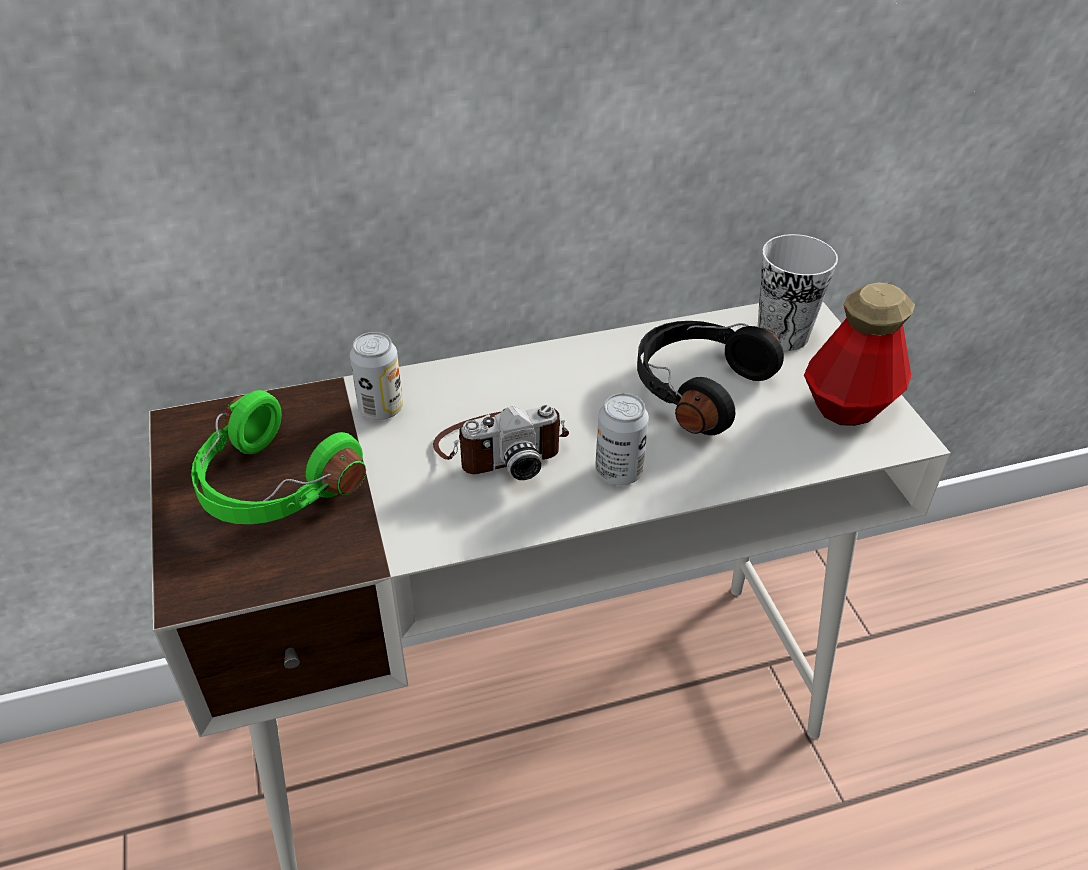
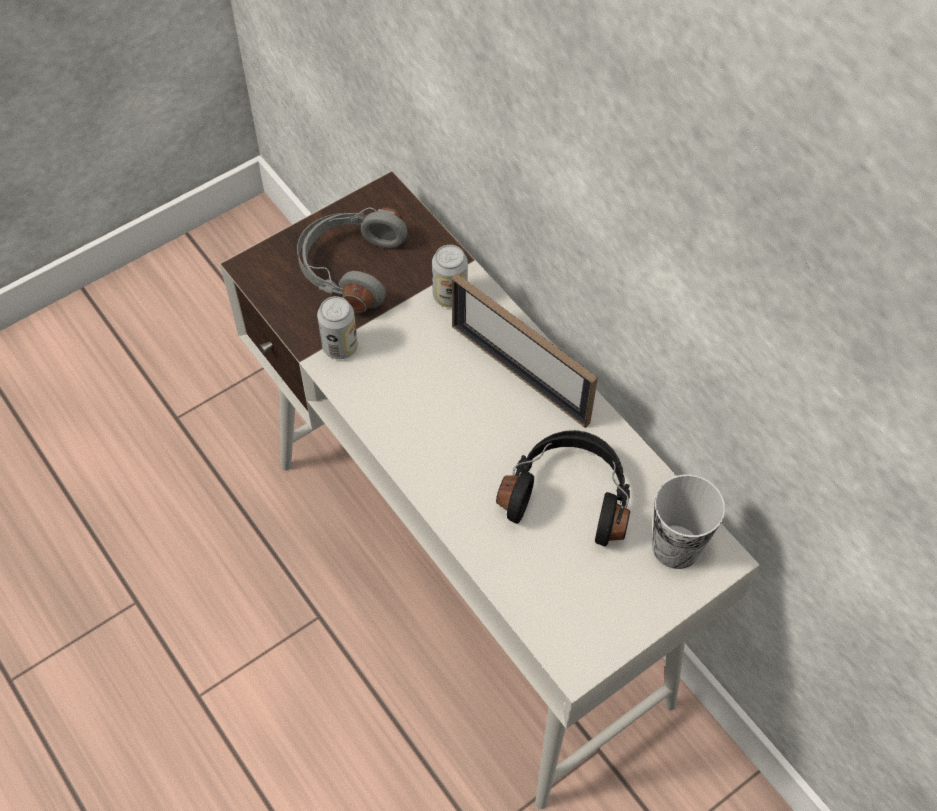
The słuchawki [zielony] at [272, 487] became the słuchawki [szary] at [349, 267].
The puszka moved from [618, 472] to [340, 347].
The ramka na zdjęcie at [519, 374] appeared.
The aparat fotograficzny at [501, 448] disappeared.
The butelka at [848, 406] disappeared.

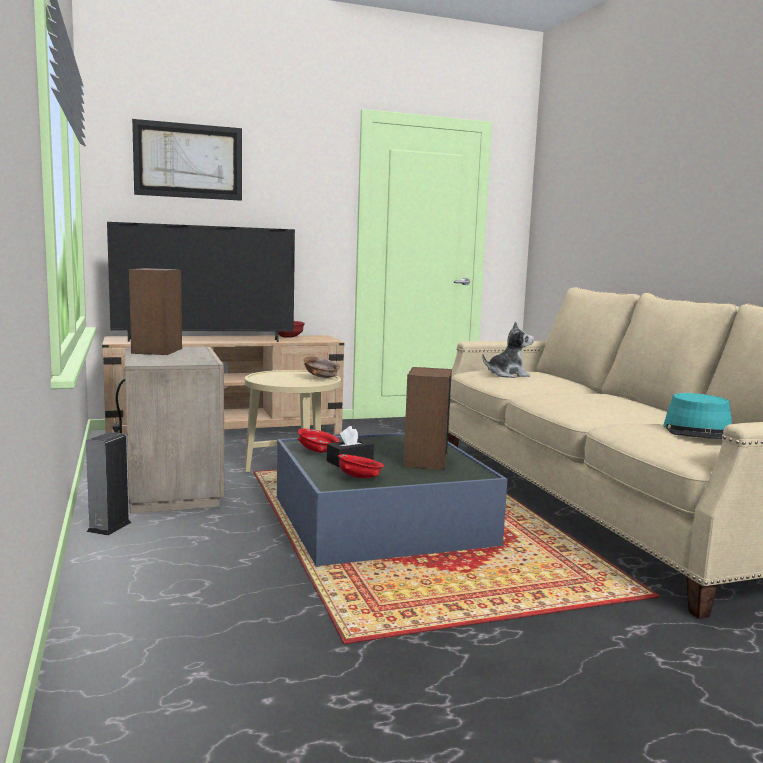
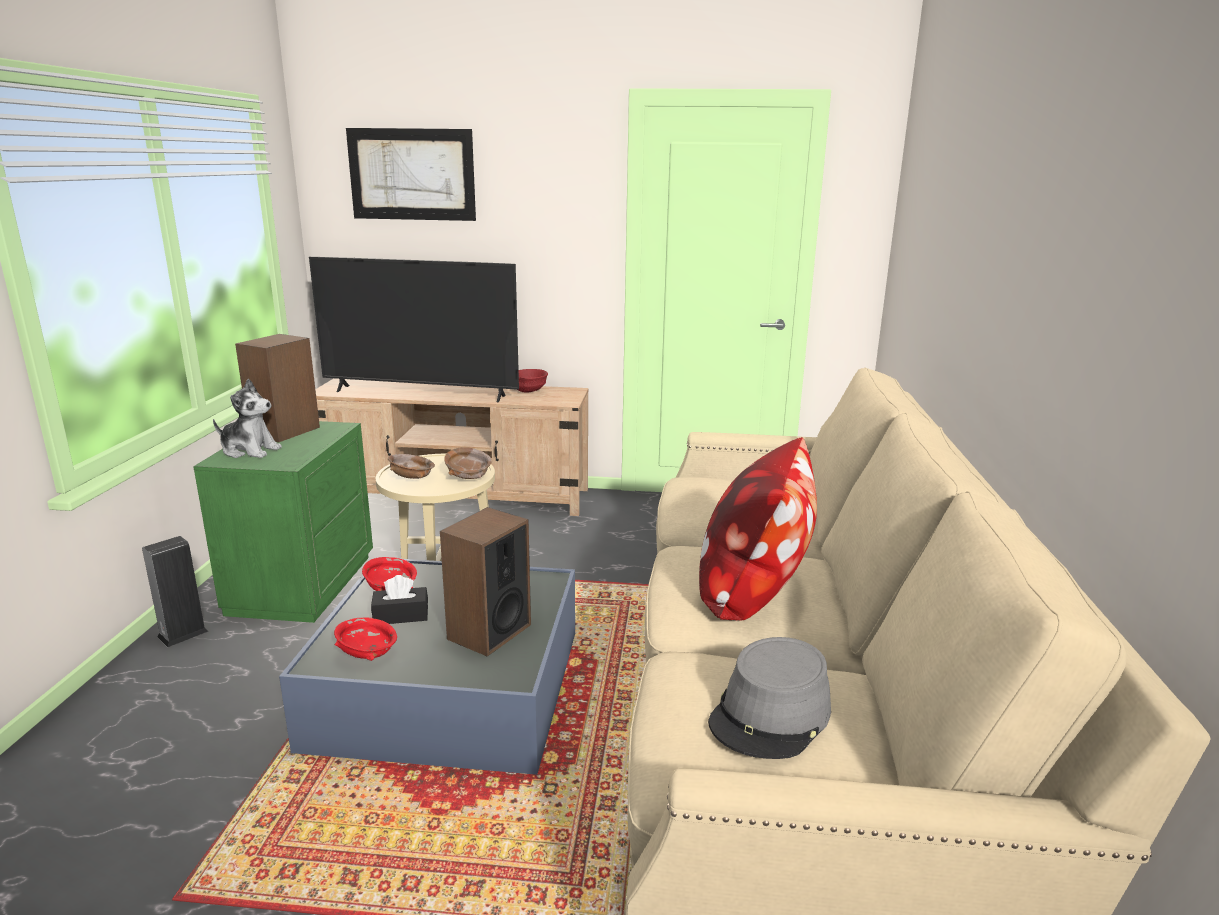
The szafka nocna [beżowy] at [171, 489] became the szafka nocna [zielony] at [300, 584].
The pluszak moved from [507, 375] to [250, 450].
The miska [brązowy] at [411, 478] appeared.
The poduszka at [754, 589] appeared.
The kapelusz [turkusowy] at [699, 432] became the kapelusz [szary] at [771, 715].

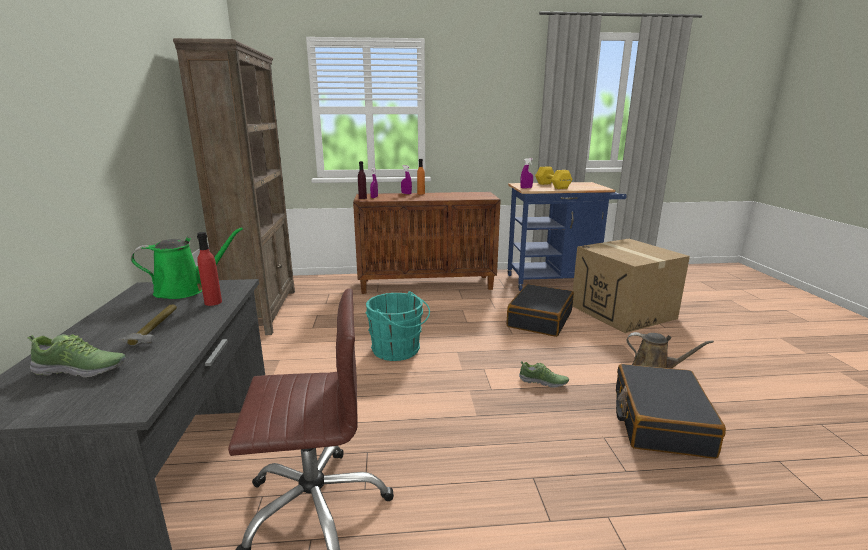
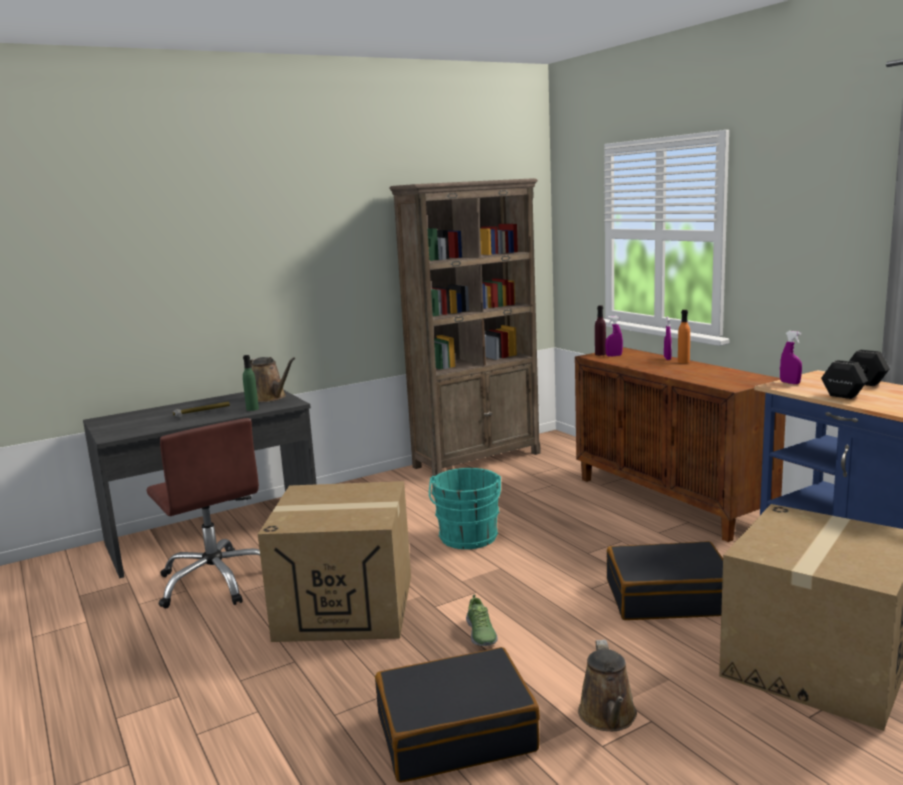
The butelka [czerwony] at [213, 302] became the butelka [zielony] at [252, 409].
The konewka [zielony] at [186, 290] became the konewka [brązowy] at [270, 398].
The karton at [346, 606] appeared.
The hantel [żółty] at [552, 186] became the hantel [czarny] at [853, 390].
The but at [82, 369] disappeared.

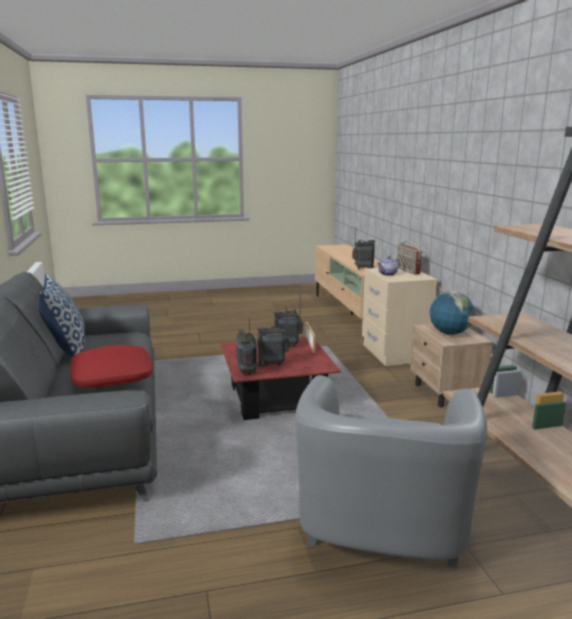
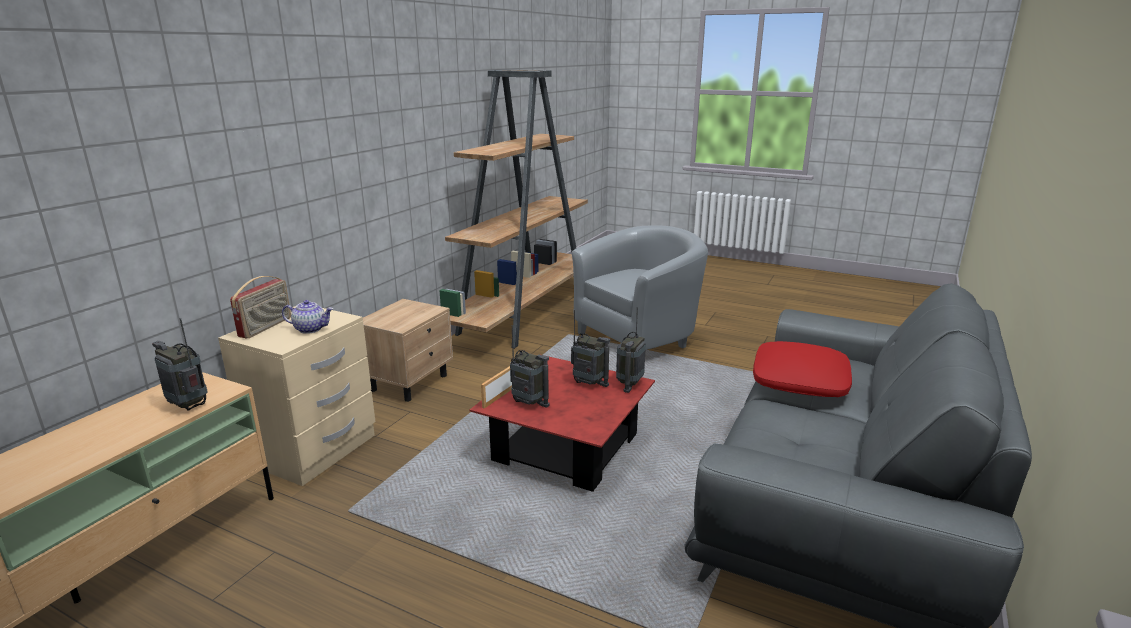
The poduszka at [66, 350] disappeared.
The globus at [449, 333] disappeared.

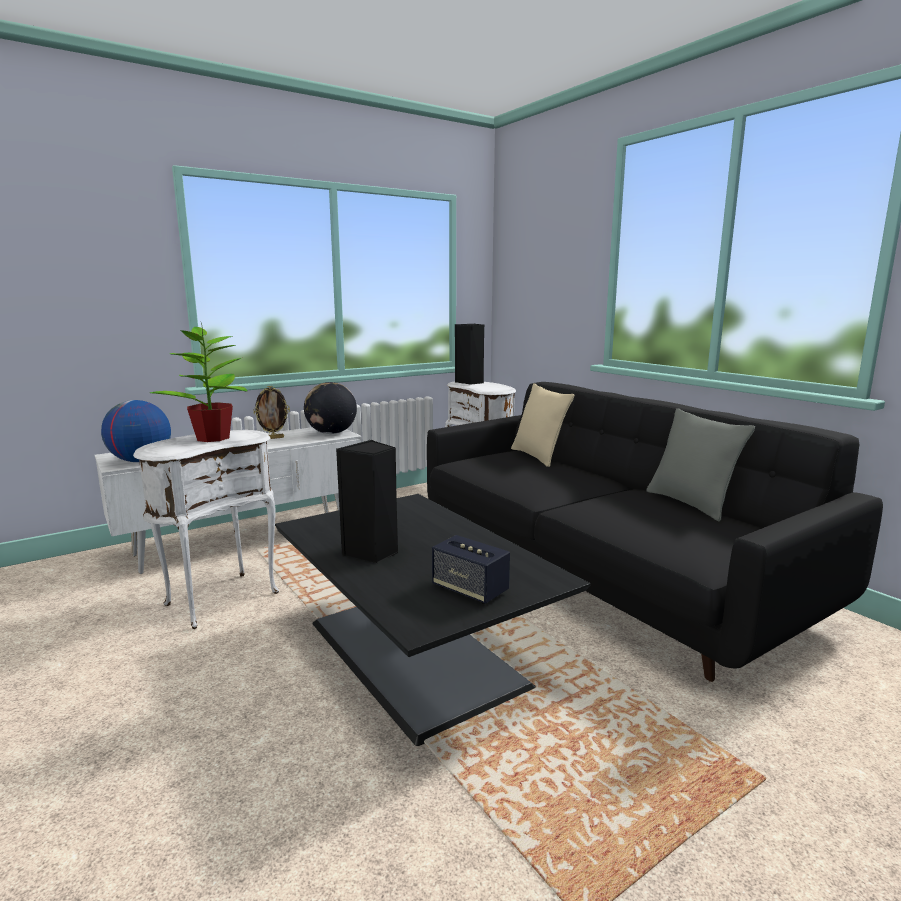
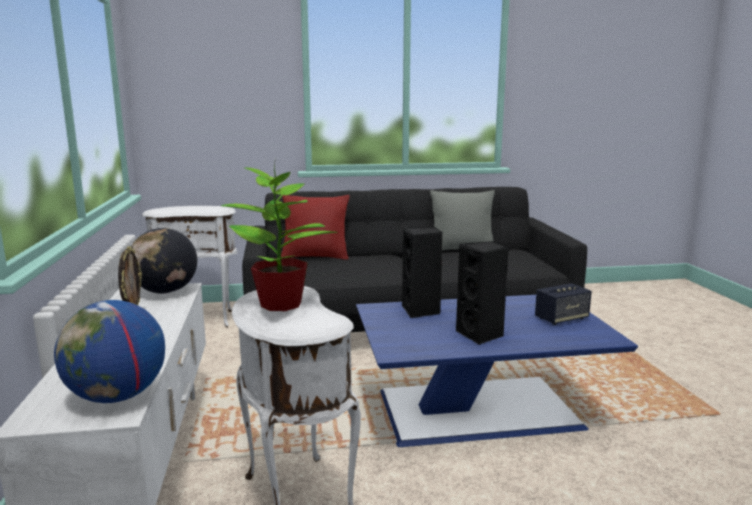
The poduszka [beżowy] at [538, 457] became the poduszka [czerwony] at [315, 257].
The ława [czarny] at [418, 655] became the ława [niebieski] at [481, 408].
The głośnik [czarny] moved from [470, 382] to [421, 311].

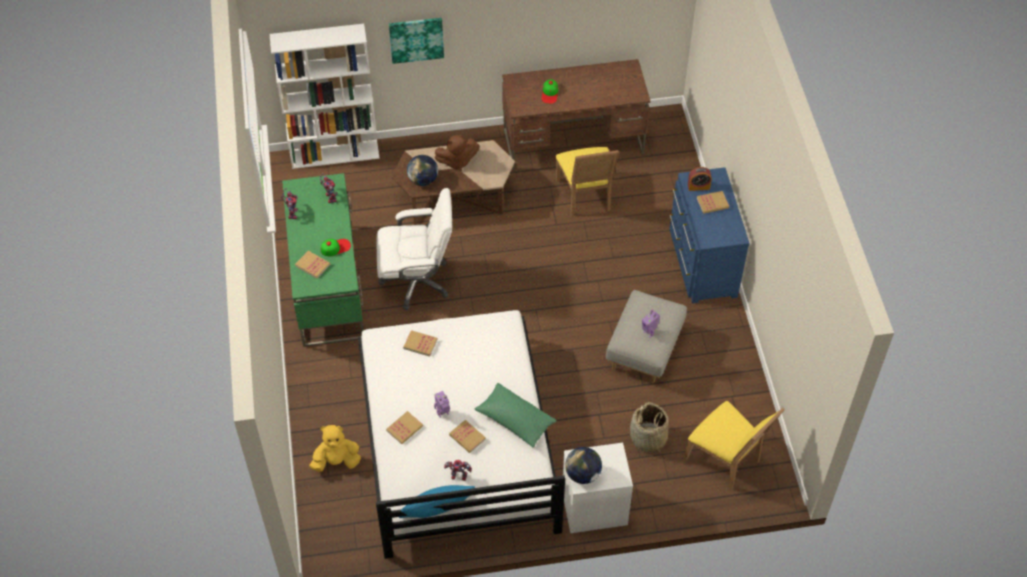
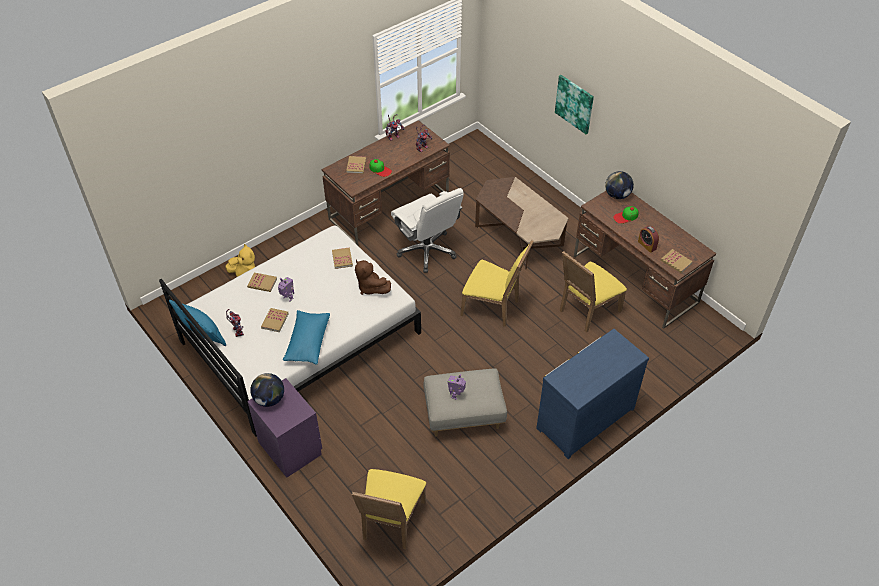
The szafka nocna [biały] at [594, 507] became the szafka nocna [fioletowy] at [291, 447].
The poduszka [zielony] at [515, 420] became the poduszka [niebieski] at [308, 342].
The biurko [zielony] at [328, 284] became the biurko [brązowy] at [389, 207].
The pluszak [brązowy] moved from [457, 161] to [370, 287].
The krzesło [żółty] at [493, 307] appeared.
The globus moved from [423, 180] to [617, 195].
The budzik moved from [698, 186] to [647, 245].
The książka moved from [712, 203] to [676, 262].
The regał [biały] at [335, 154] disappeared.
The koszyk at [648, 438] disappeared.

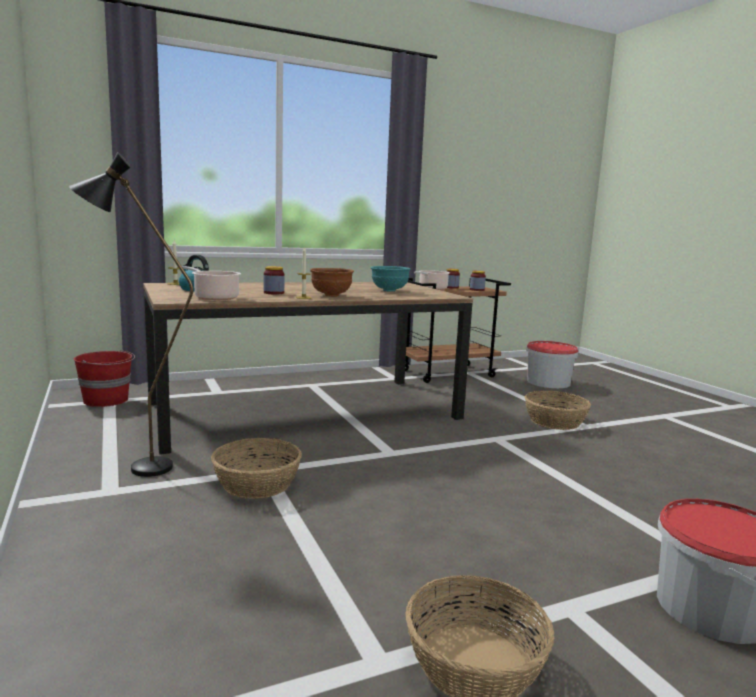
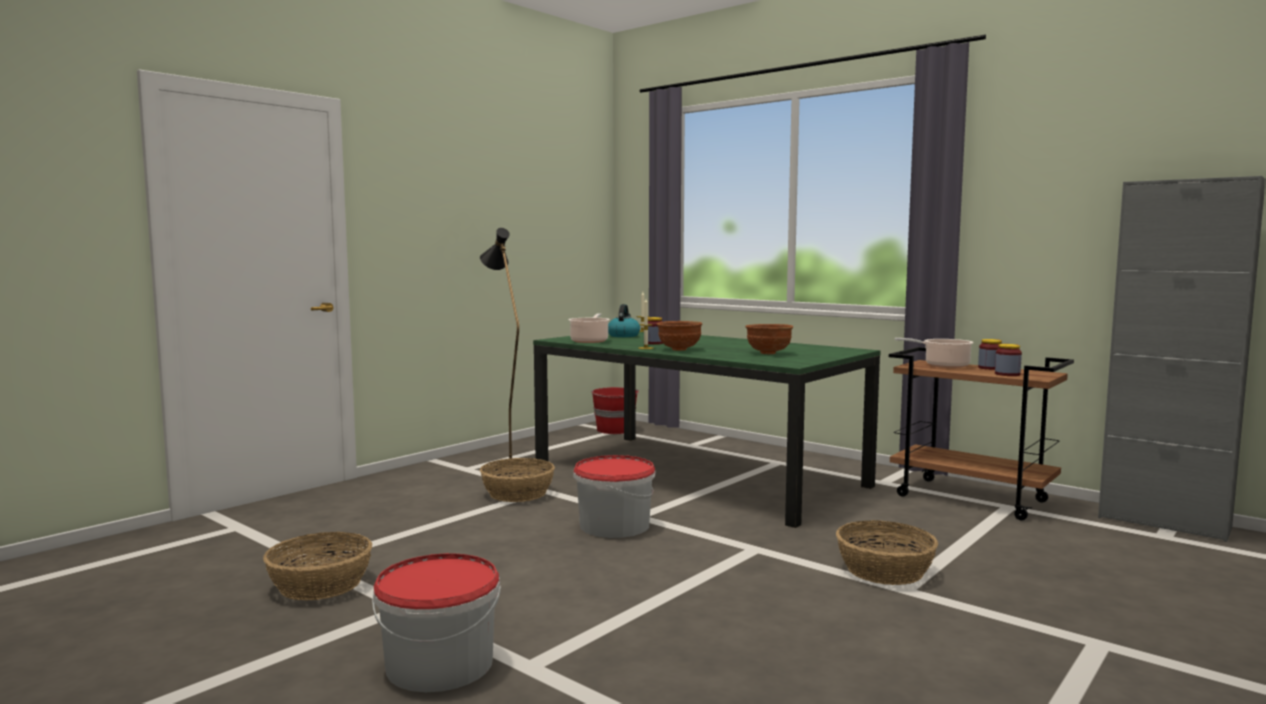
The stół jadalny [brązowy] at [304, 411] became the stół jadalny [zielony] at [695, 474].
The wiadro moved from [548, 382] to [614, 525].
The miska [turkusowy] at [389, 291] became the miska [brązowy] at [768, 353].
The szafka [szary] at [1163, 523] appeared.

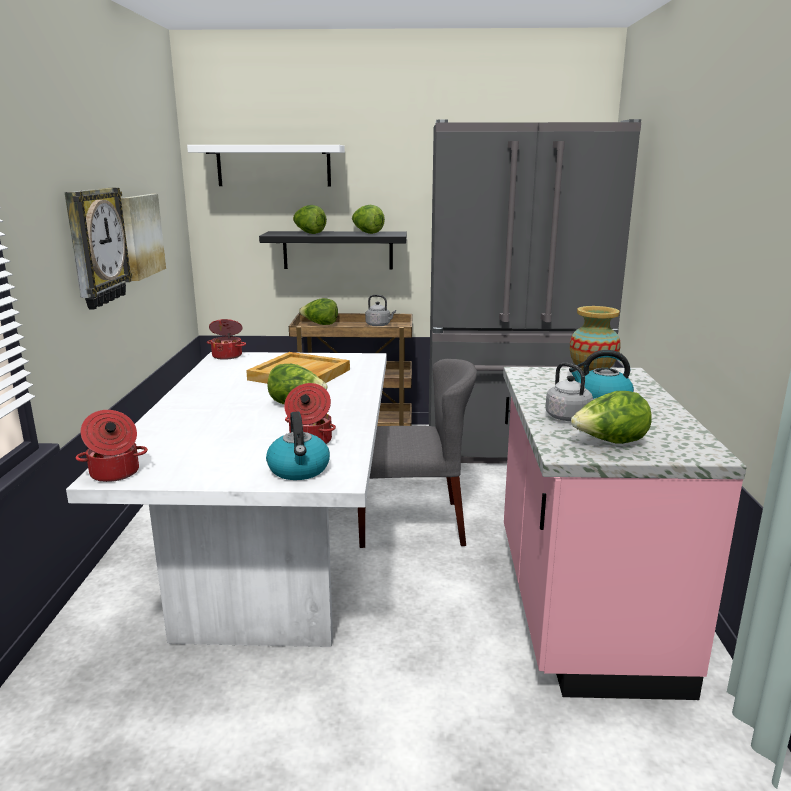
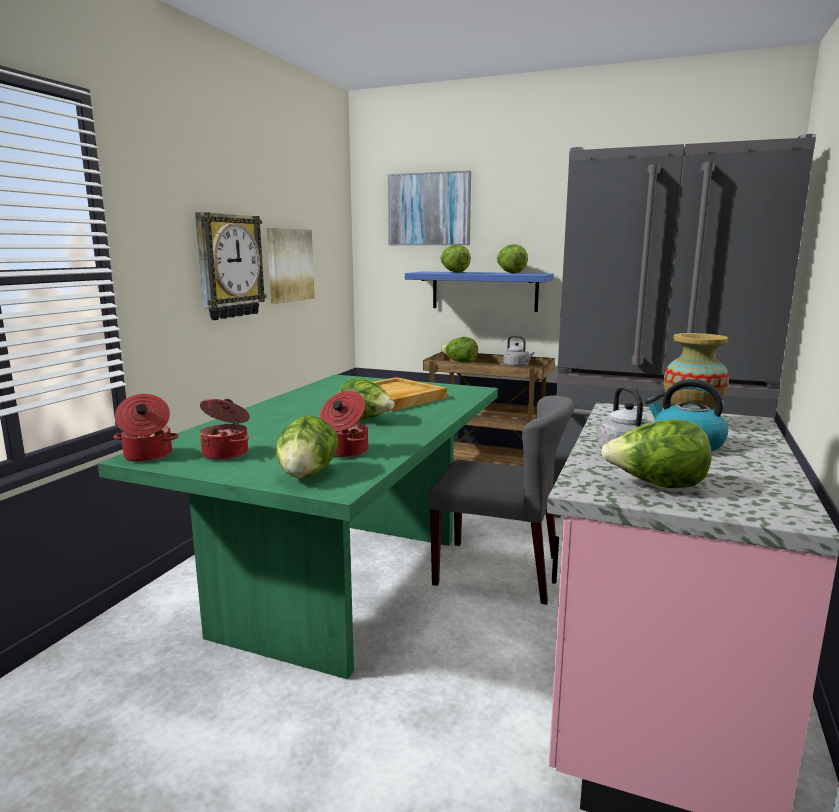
The stół jadalny [biały] at [276, 561] became the stół jadalny [zielony] at [344, 582].
The garnek moved from [227, 355] to [226, 453].
The czajnik at [299, 470] was replaced by the sałata at [307, 475].
The półka [biały] at [273, 166] was replaced by the obraz at [429, 209].
The półka [czarny] at [338, 250] became the półka [niebieski] at [484, 291].

